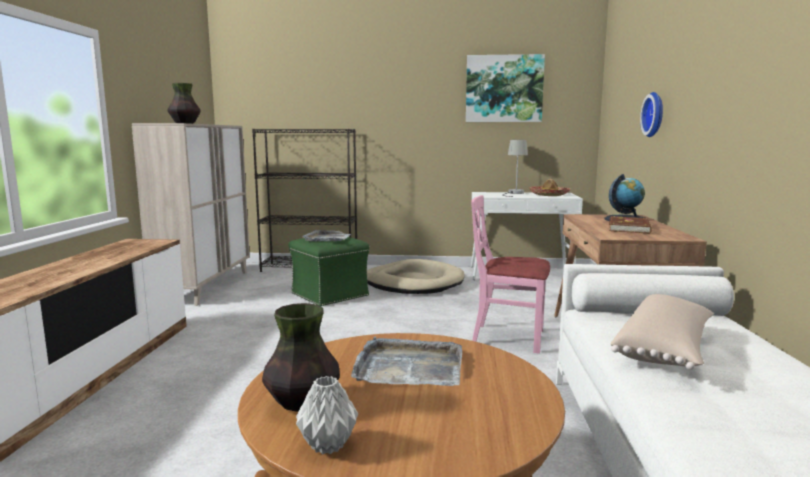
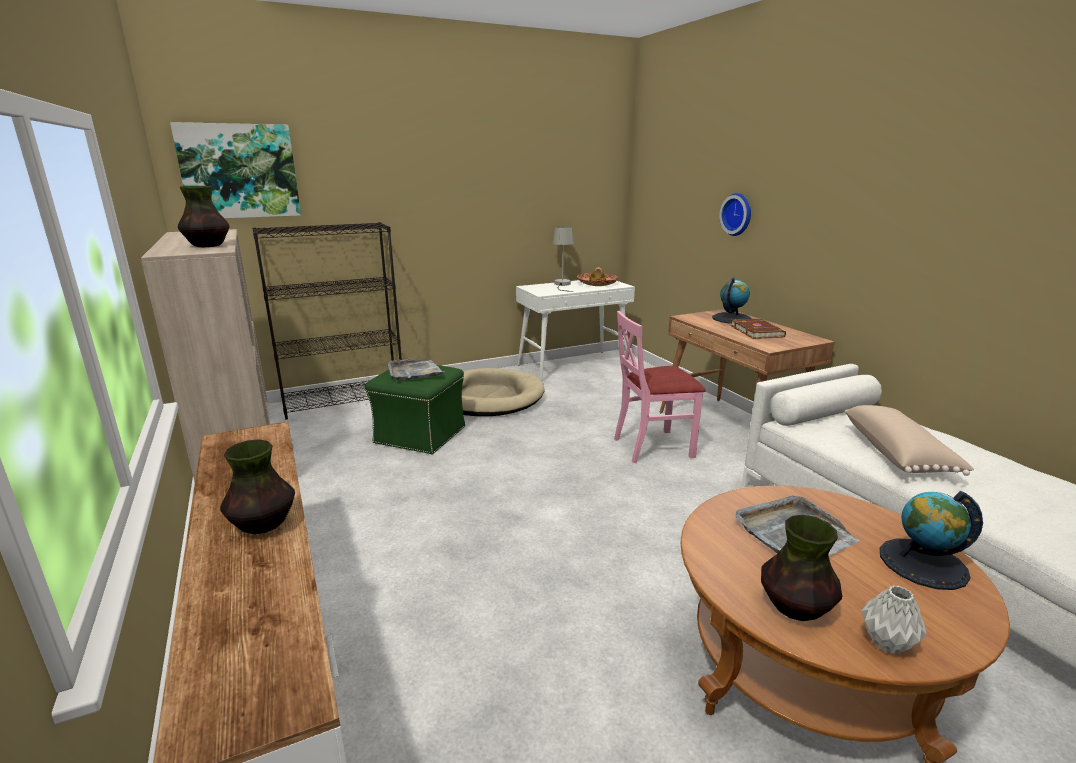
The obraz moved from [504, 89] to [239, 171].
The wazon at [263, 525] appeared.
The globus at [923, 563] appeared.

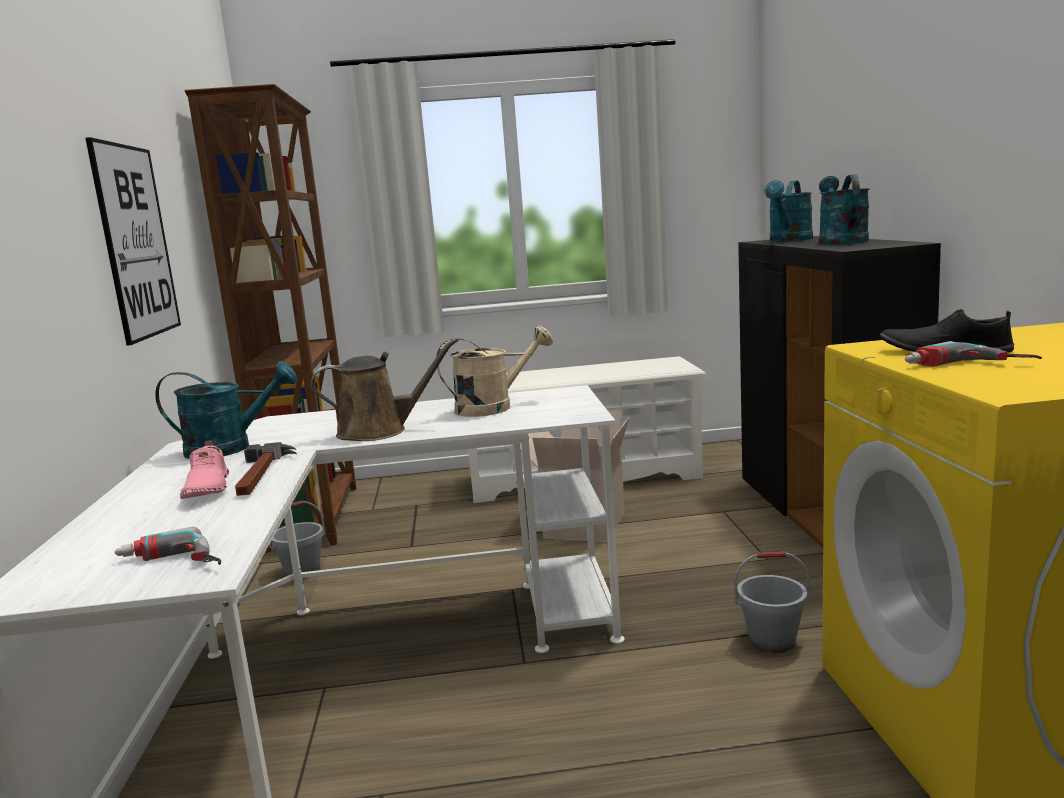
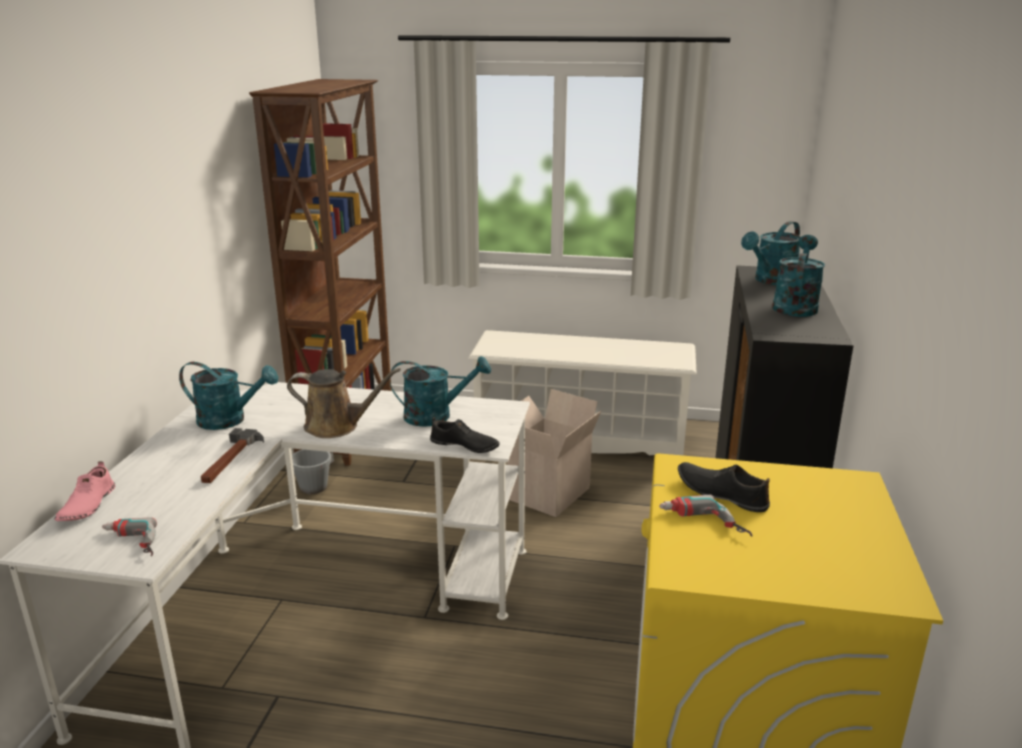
The but [różowy] moved from [206, 489] to [86, 505].
The konewka [beżowy] at [494, 407] became the konewka [turkusowy] at [436, 416].
The but [czarny] at [464, 446] appeared.
The obraz at [136, 242] disappeared.
The wiadro [szary] at [772, 640] disappeared.

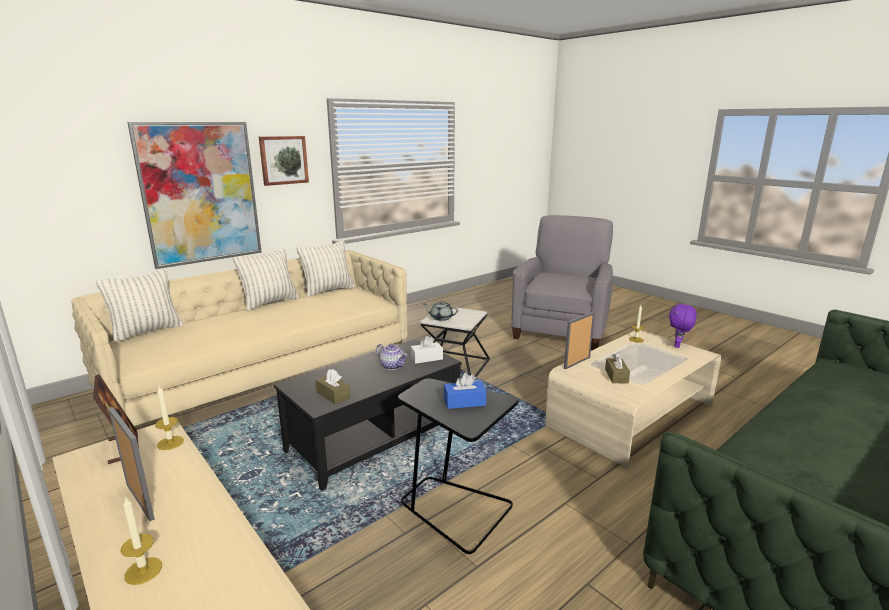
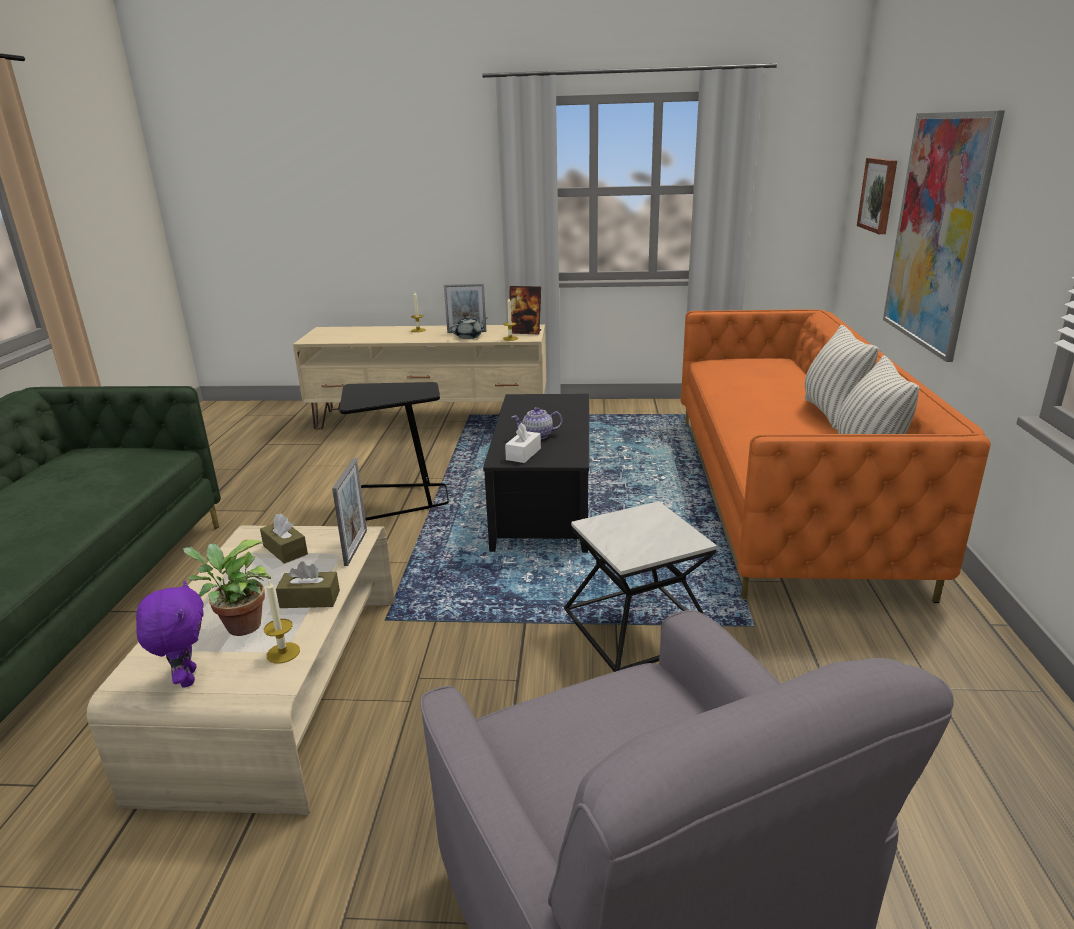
The roślina doniczkowa at [239, 626] appeared.
The pudełko chusteczek [brązowy] moved from [333, 395] to [310, 599].
The imbryk [szary] moved from [441, 318] to [469, 337].
The kanapa [beżowy] at [265, 374] became the kanapa [pomarańczowy] at [783, 492].
The obraz moved from [283, 160] to [879, 195].
The poduszka at [147, 331] disappeared.
The pudełko chusteczek [niebieski] at [464, 402] disappeared.

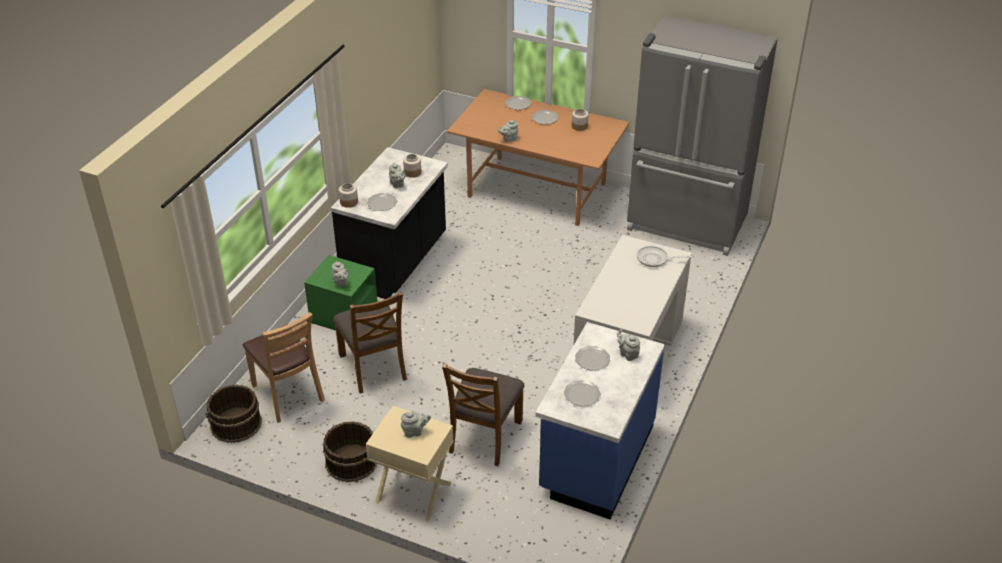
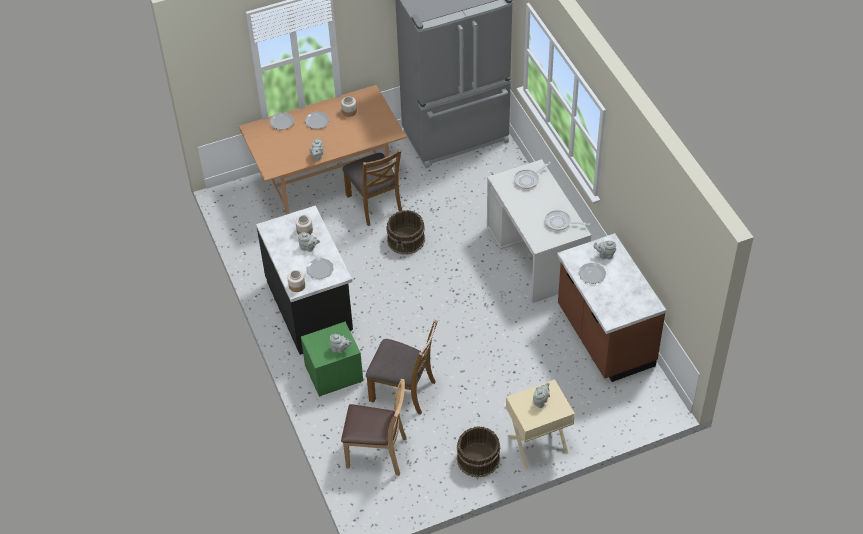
The krzesło [brązowy] moved from [484, 436] to [375, 203].
The wiadro [brązowy] moved from [236, 424] to [406, 240].
The patelnia at [560, 223] appeared.
The zabudowa kuchenna [niebieski] at [595, 459] became the zabudowa kuchenna [brązowy] at [604, 337].
The talerz at [582, 394] disappeared.

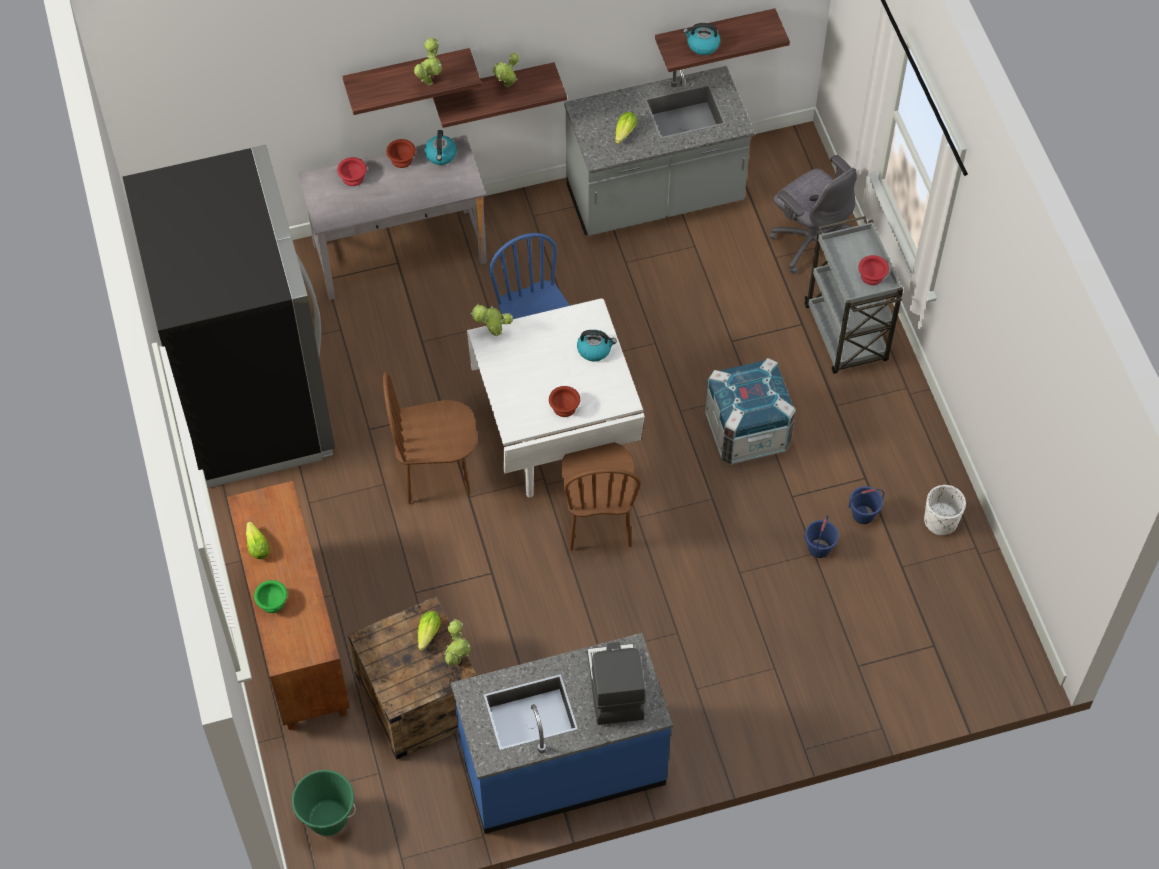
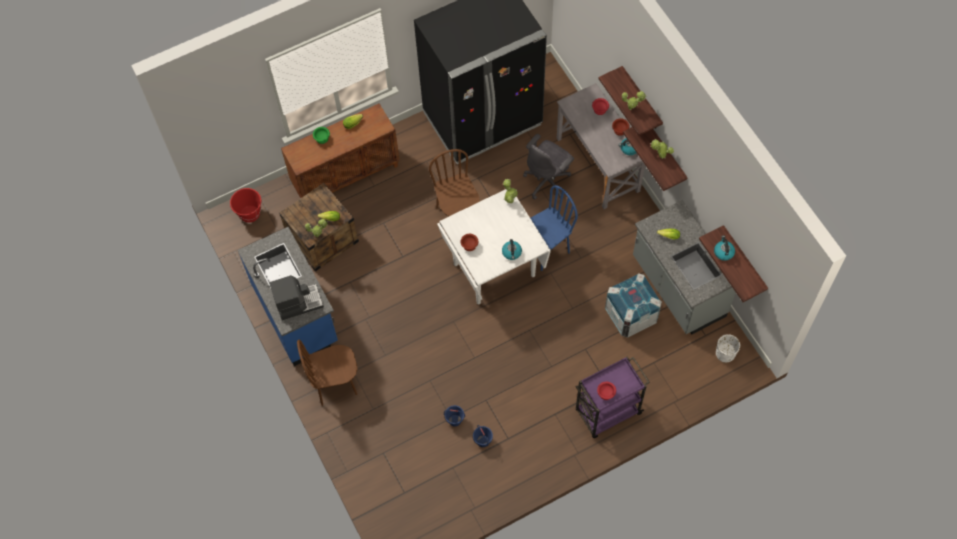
The wiadro [zielony] at [327, 818] became the wiadro [czerwony] at [250, 214].
The krzesło [brązowy] moved from [598, 521] to [335, 384].
The krzesło biurowe [szary] moved from [810, 242] to [548, 181].
The wózek [szary] at [846, 335] became the wózek [fioletowy] at [607, 412].
The skrzynka moved from [747, 432] to [631, 314].
The donica [biały] moved from [940, 521] to [725, 353].

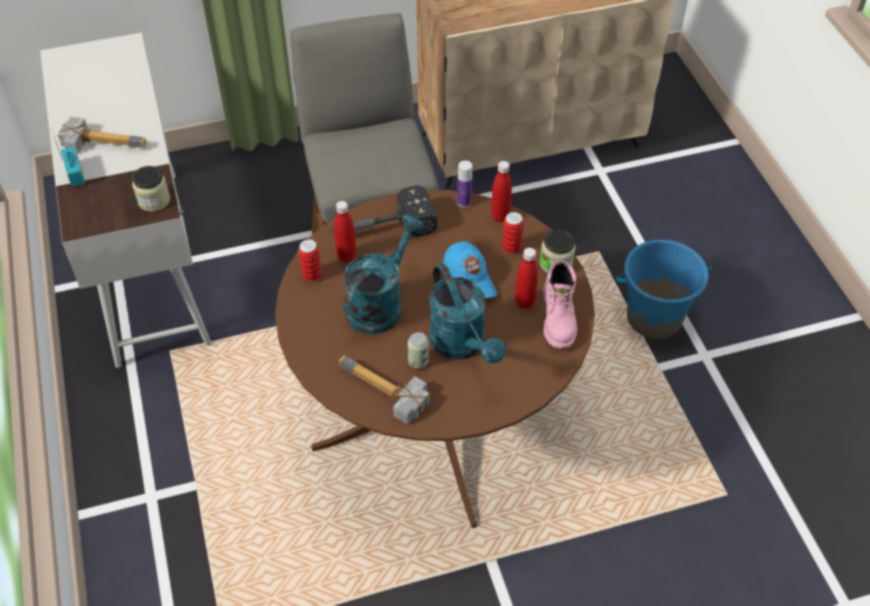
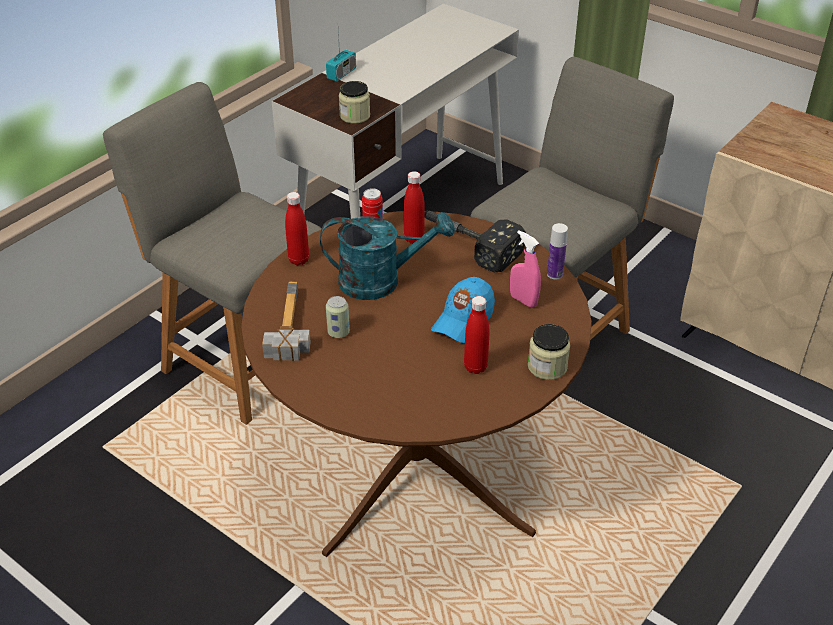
The krzesło [szary] at [242, 361] appeared.
The butelka [czerwony] moved from [500, 216] to [299, 260].
The spryskiwacz [różowy] at [523, 300] appeared.
The młotek at [103, 140] disappeared.
The konewka [turkusowy] at [463, 345] disappeared.
The puszka at [511, 248] disappeared.
The but z cholewką [różowy] at [559, 317] disappeared.
The wiadro [niebieski] at [654, 317] disappeared.

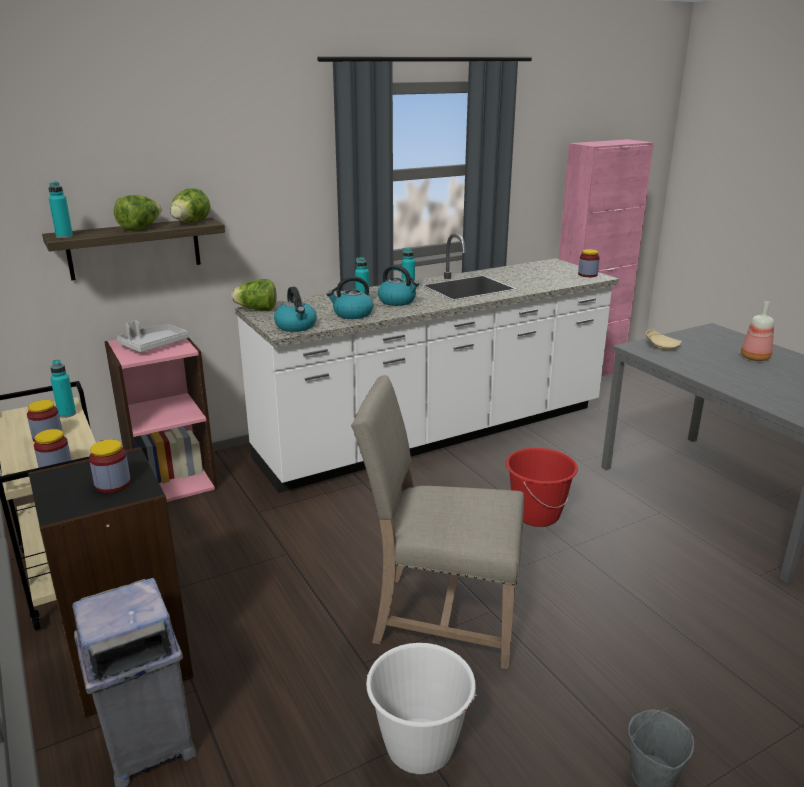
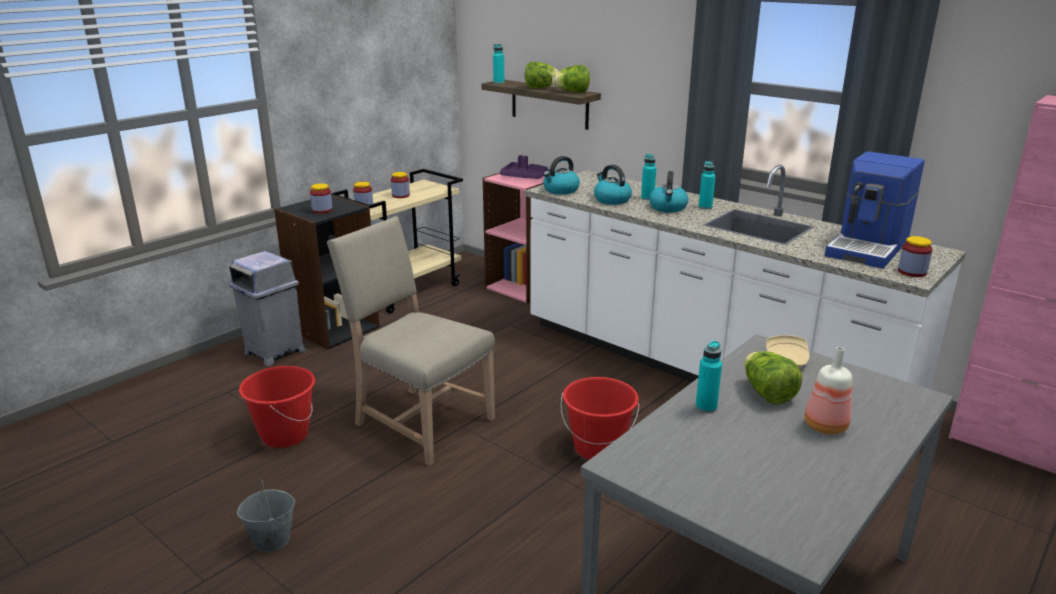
The wiadro [biały] at [419, 747] became the wiadro [czerwony] at [284, 435].
The krzesło [beżowy] at [441, 616] turned 45 degrees counterclockwise.
The taca [szary] at [153, 345] became the taca [fioletowy] at [524, 177].
The butelka [turkusowy] moved from [67, 414] to [706, 407].
The sałata moved from [257, 310] to [767, 394].
The ekspres do kawy at [869, 248] appeared.

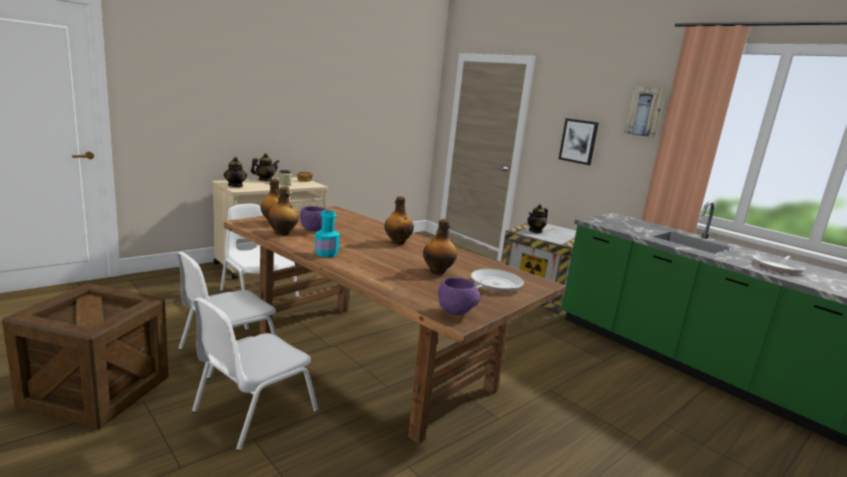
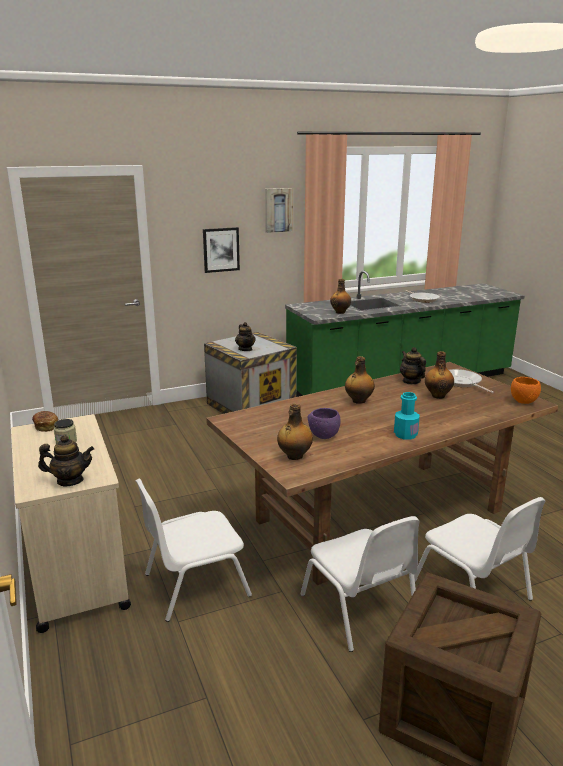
The butelka moved from [282, 233] to [340, 312].
The imbryk moved from [265, 180] to [411, 381].
The miska [fioletowy] at [455, 313] became the miska [pomarańczowy] at [523, 402].

